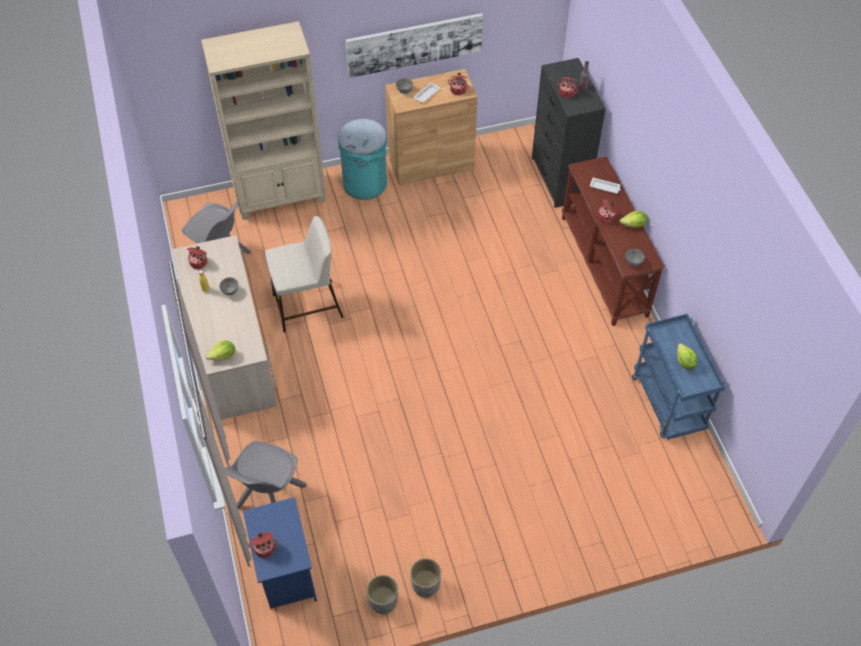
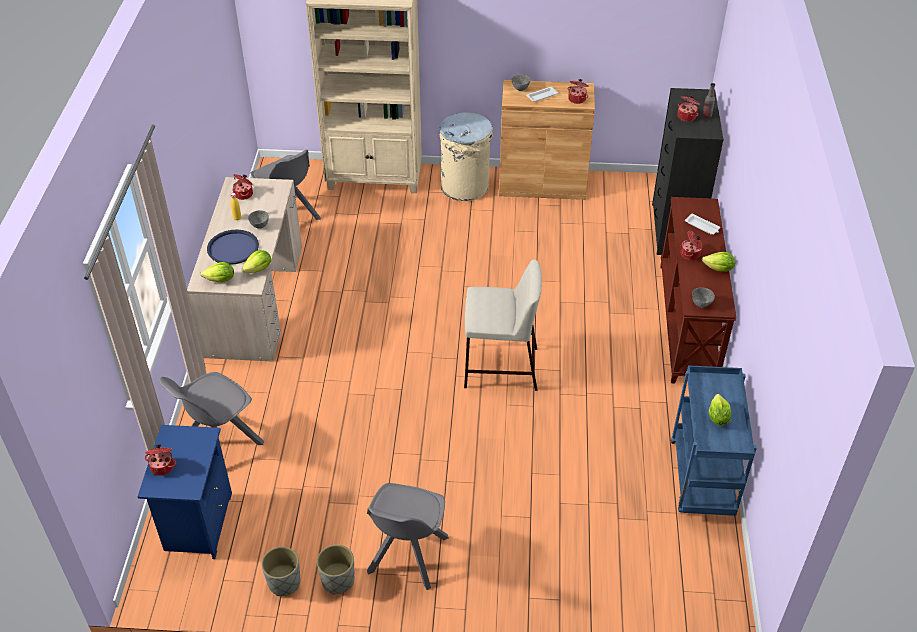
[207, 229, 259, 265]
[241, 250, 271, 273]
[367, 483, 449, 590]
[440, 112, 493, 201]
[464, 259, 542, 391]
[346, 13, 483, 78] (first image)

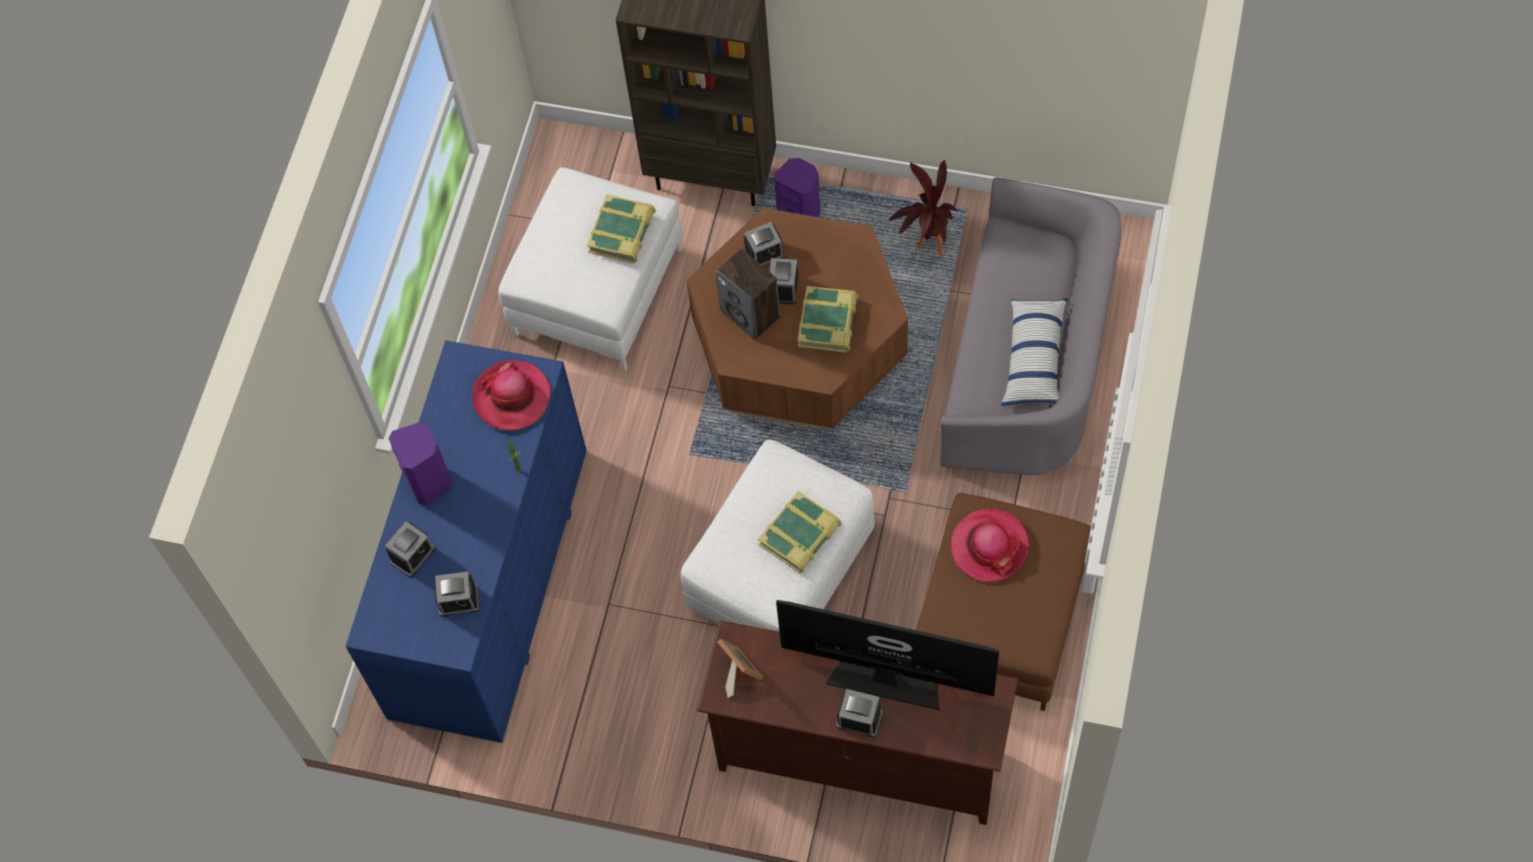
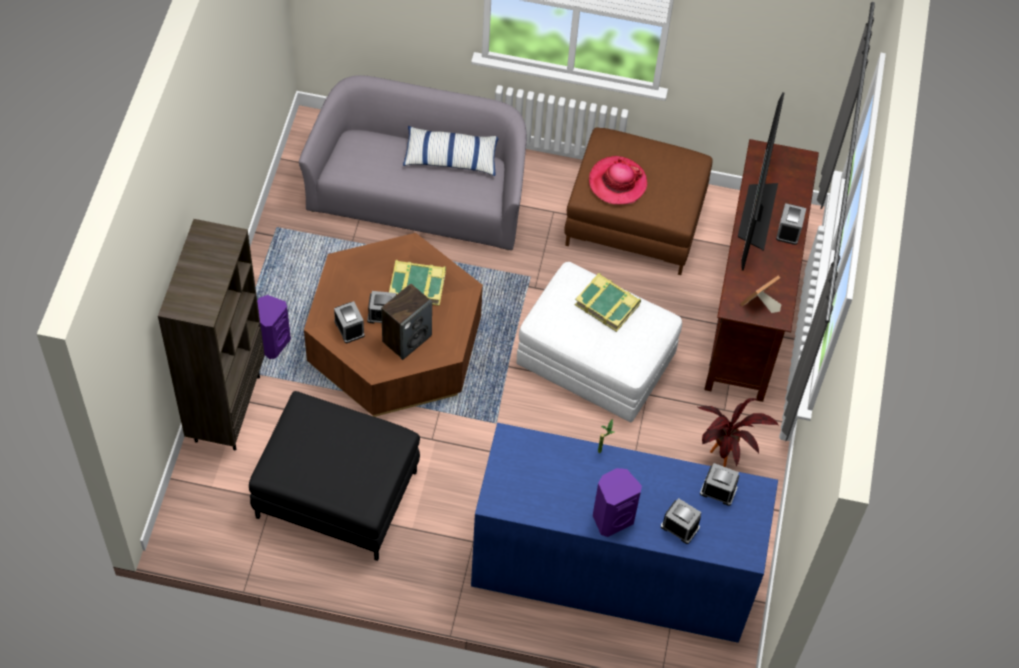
[249, 391, 420, 561]
[698, 398, 778, 467]
[700, 463, 739, 506]
[472, 360, 552, 431] (first image)
[587, 194, 656, 263] (first image)

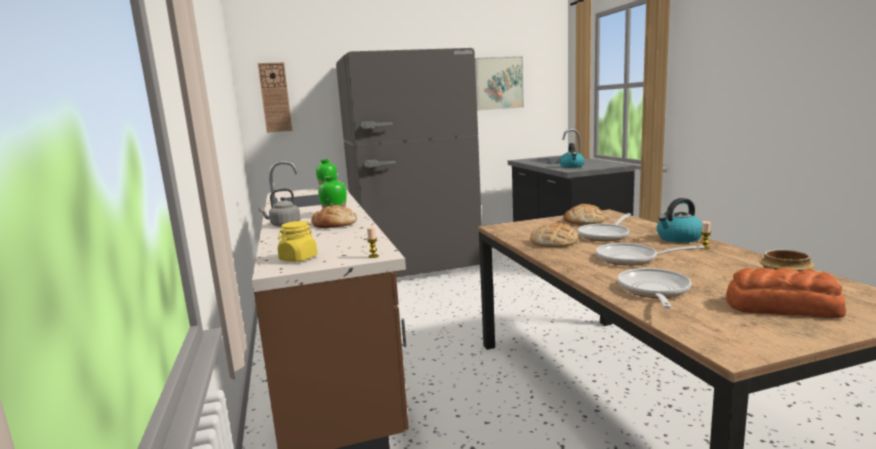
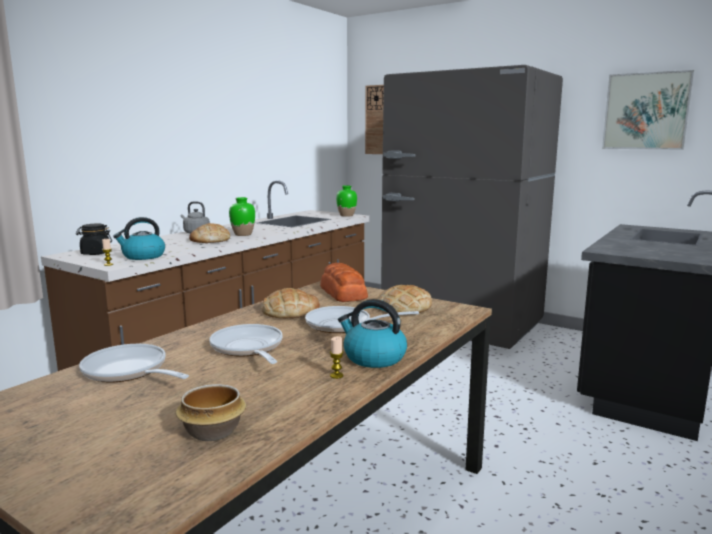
[76, 224, 112, 255]
[79, 344, 189, 383]
[113, 217, 165, 260]
[320, 263, 368, 302]

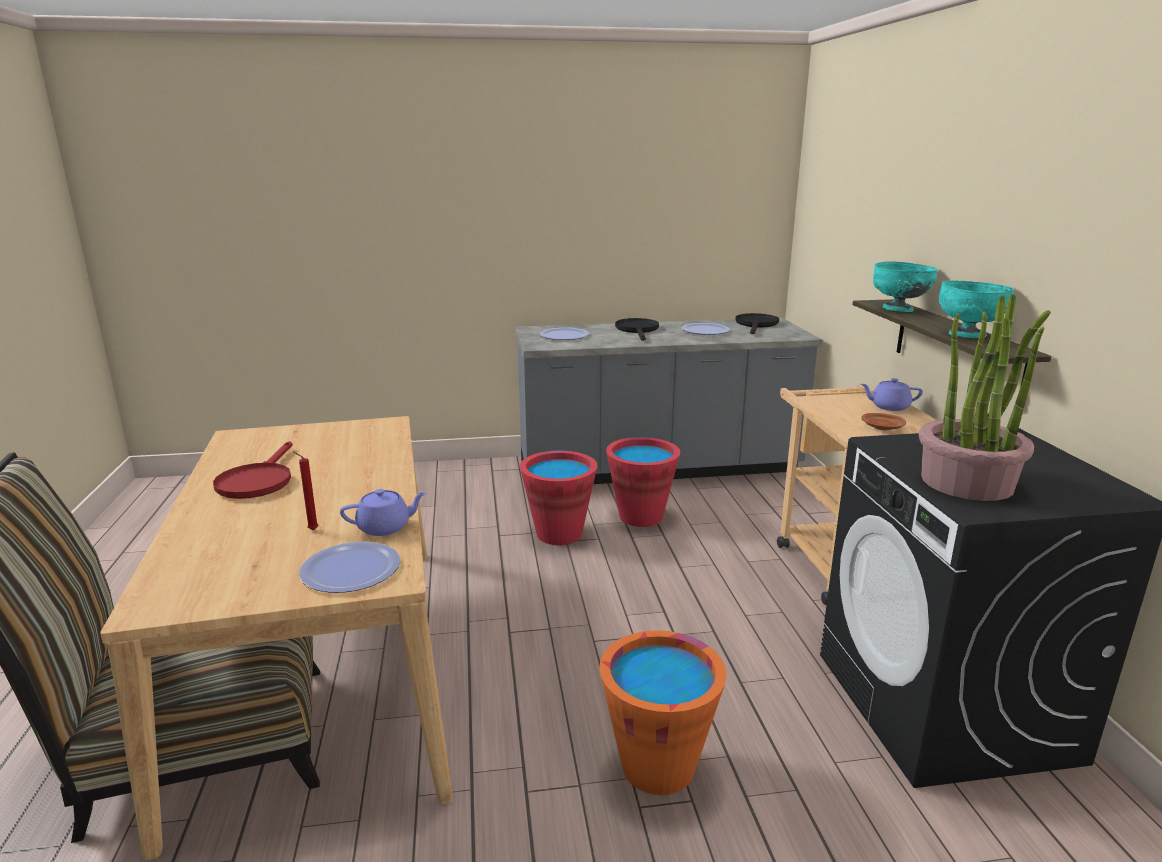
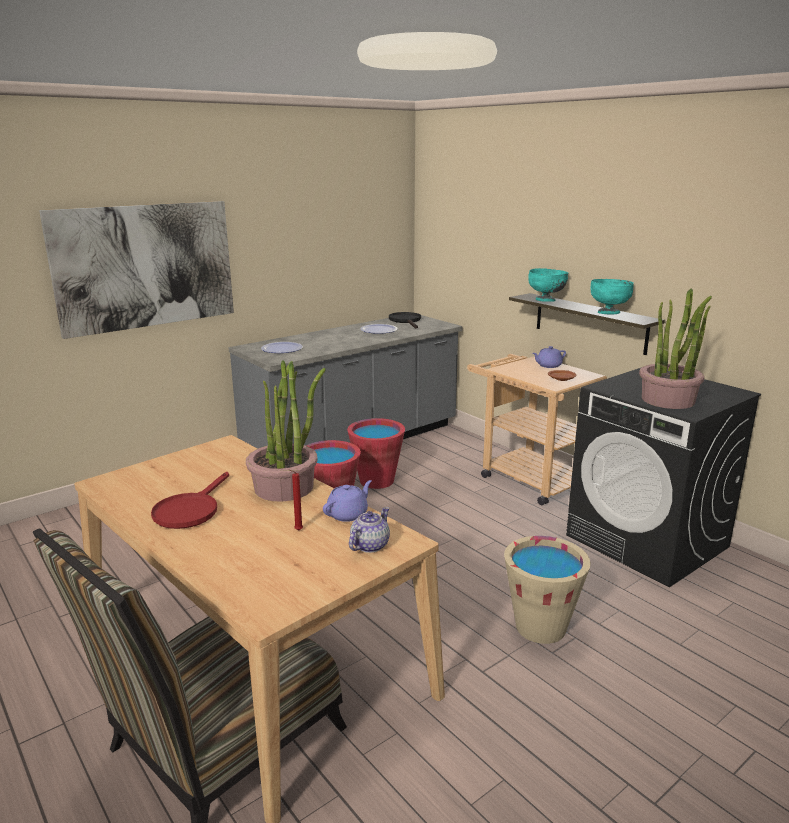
[39, 201, 234, 339]
[151, 472, 229, 529]
[246, 360, 326, 502]
[349, 507, 390, 553]
[504, 536, 591, 644]
[615, 318, 659, 341] (first image)

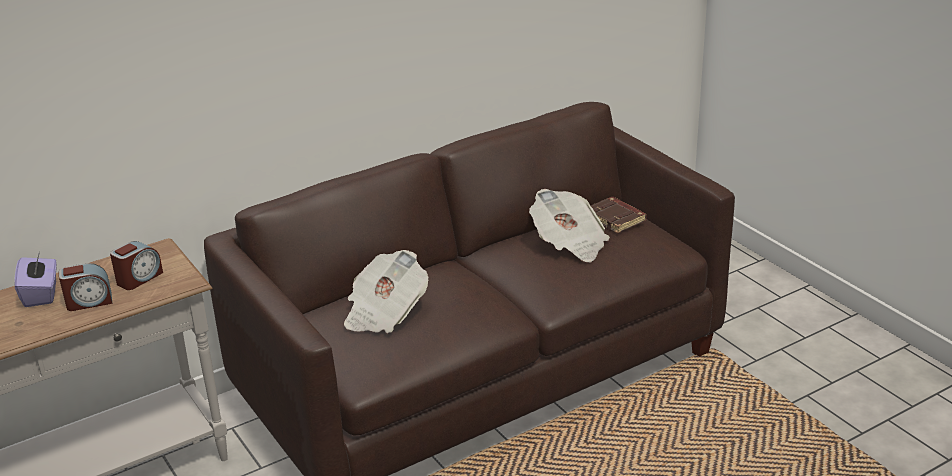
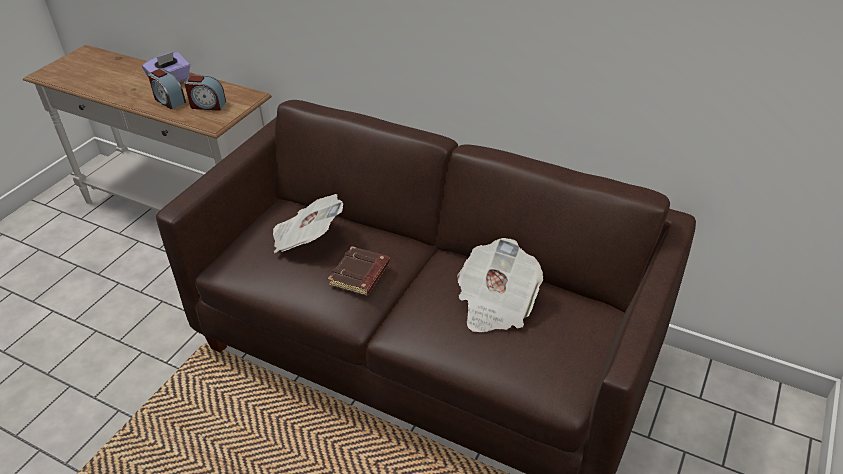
[328, 246, 390, 296]

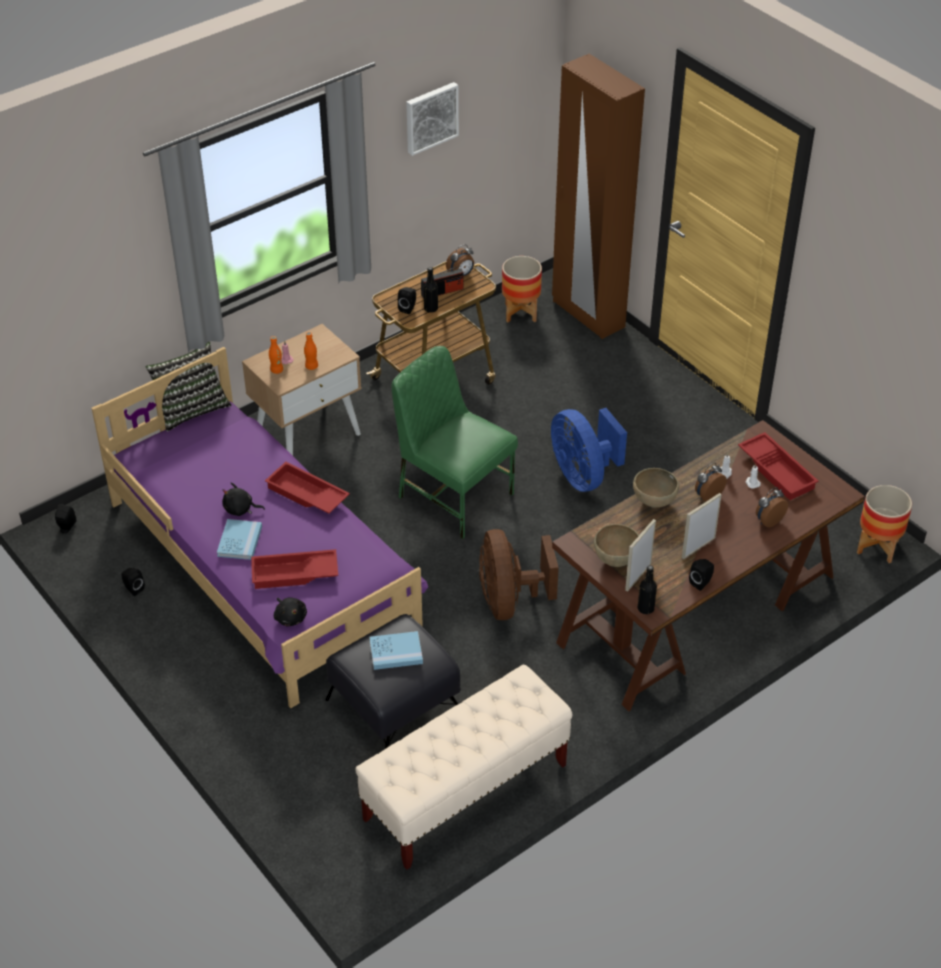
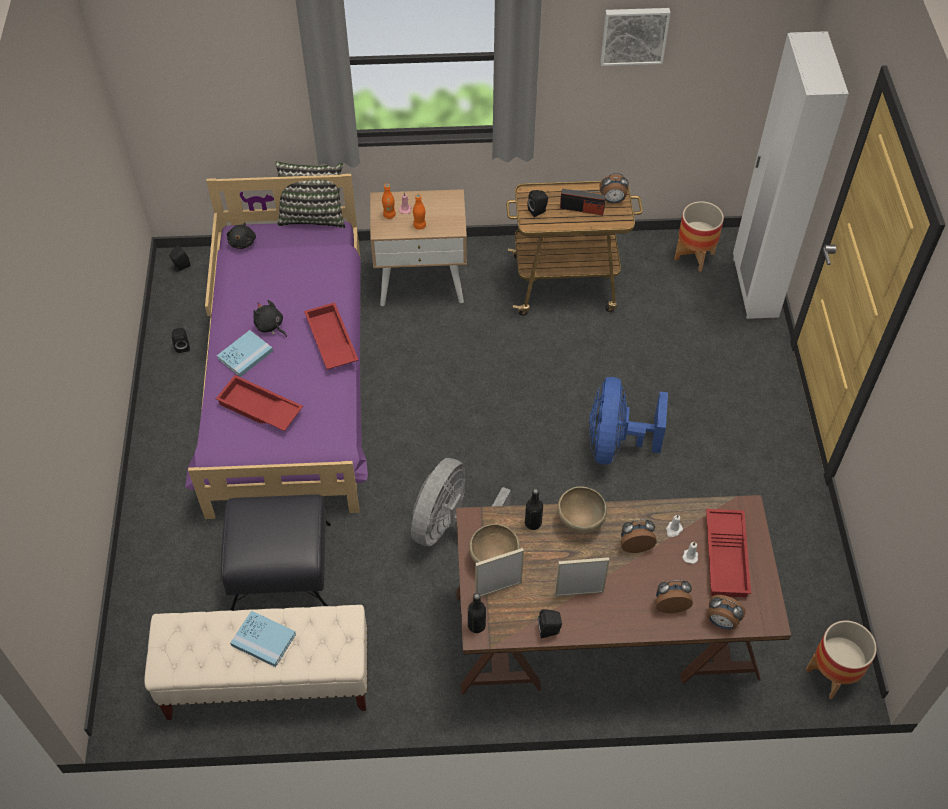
[227, 223, 256, 249]
[230, 611, 296, 667]
[411, 458, 511, 546]
[525, 488, 543, 530]
[707, 595, 746, 630]
[733, 31, 849, 319]
[392, 346, 518, 539] (first image)

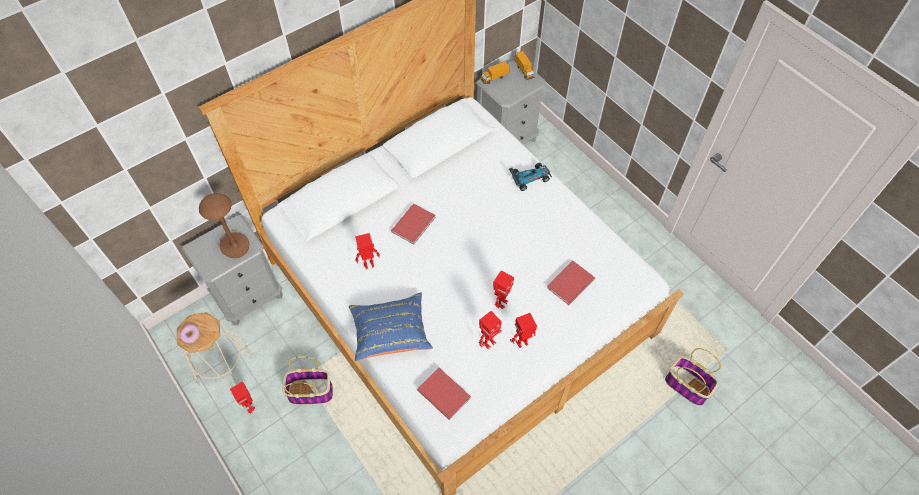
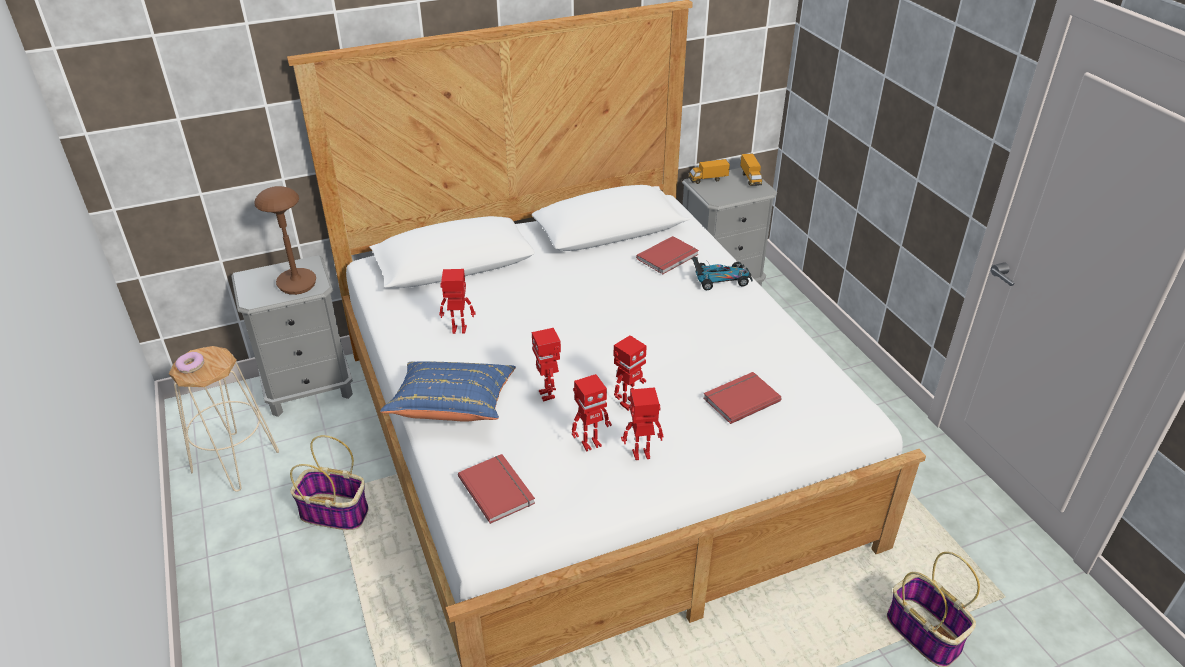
[532, 328, 561, 402]
[636, 236, 699, 274]

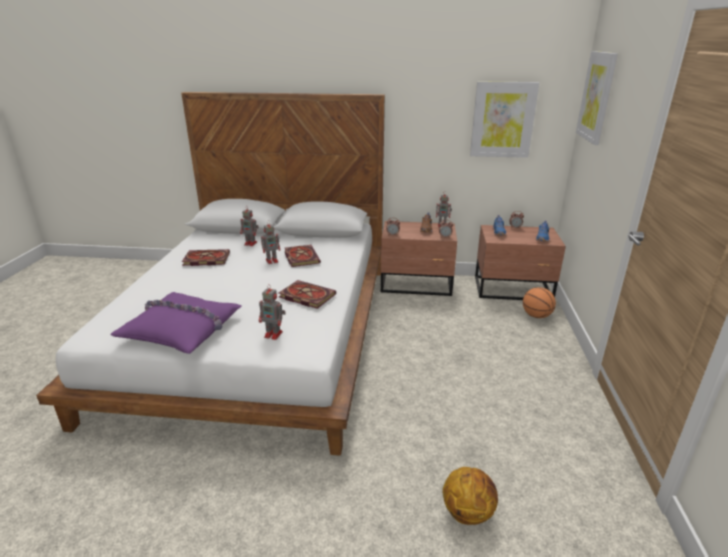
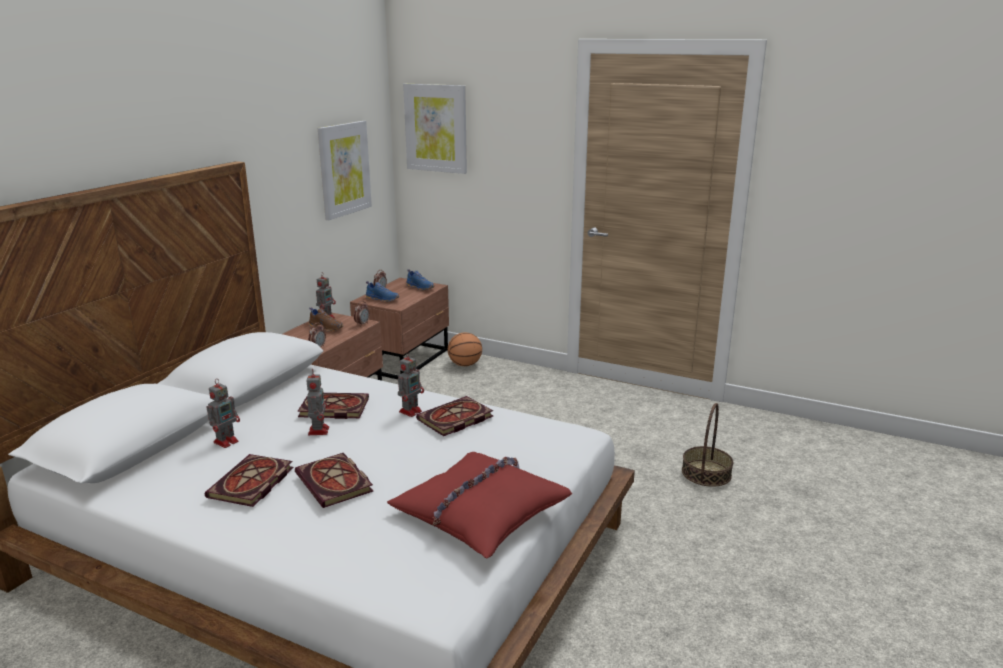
[295, 453, 373, 508]
[387, 452, 572, 558]
[398, 352, 424, 417]
[682, 403, 734, 487]

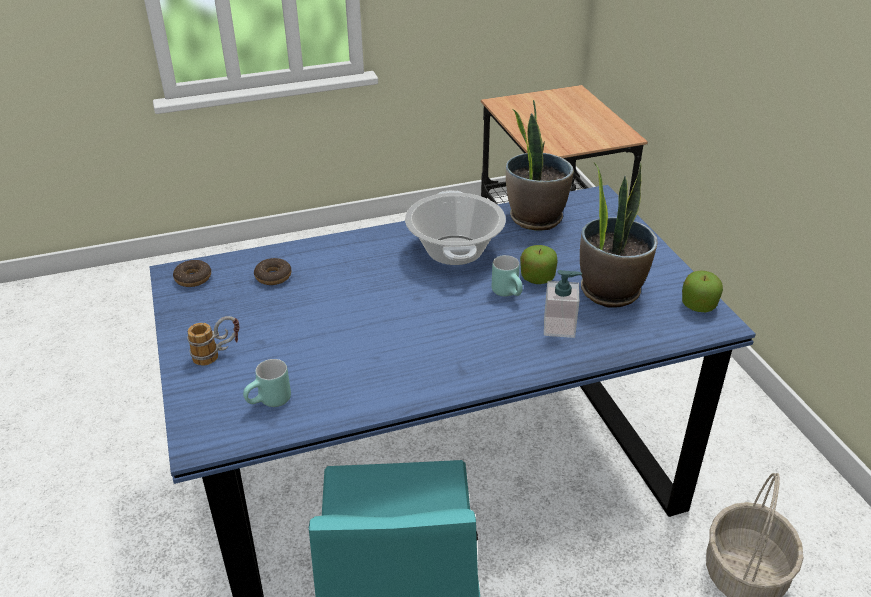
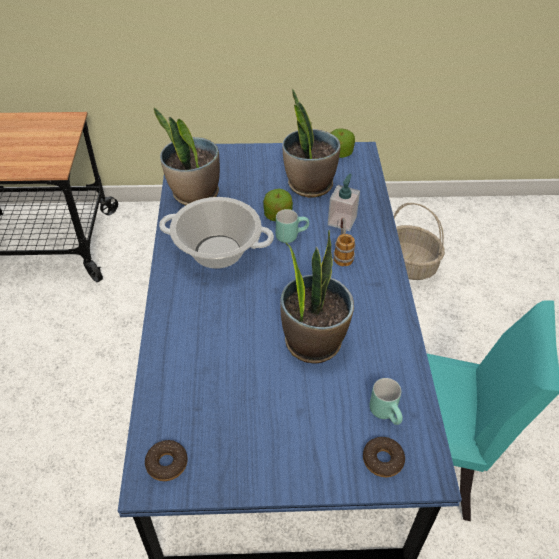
[280, 230, 354, 364]
[333, 218, 355, 266]
[363, 437, 405, 477]

